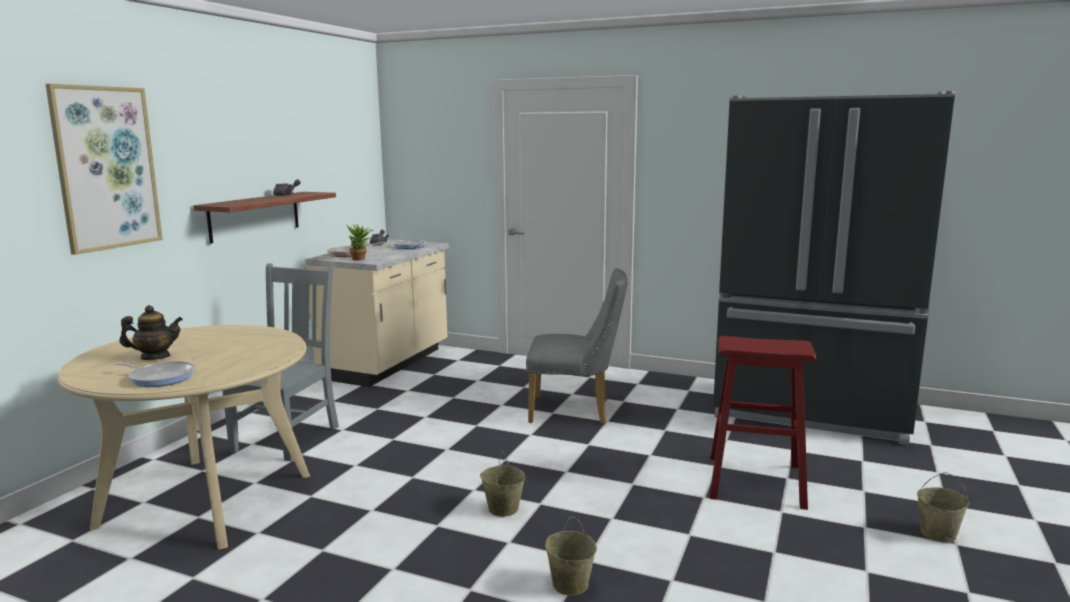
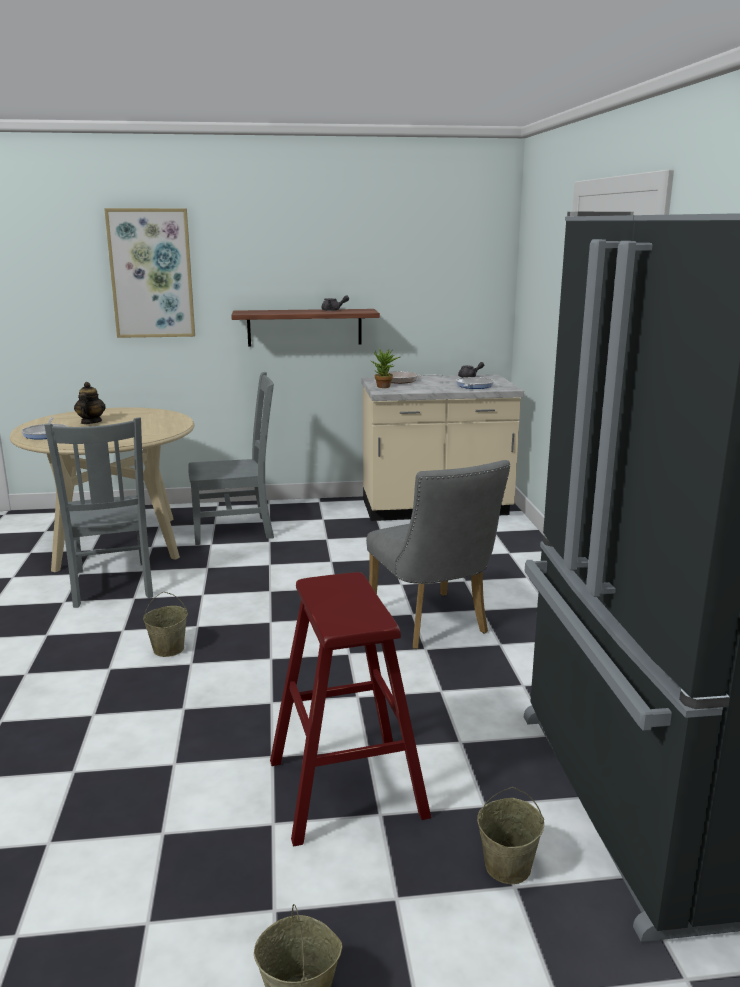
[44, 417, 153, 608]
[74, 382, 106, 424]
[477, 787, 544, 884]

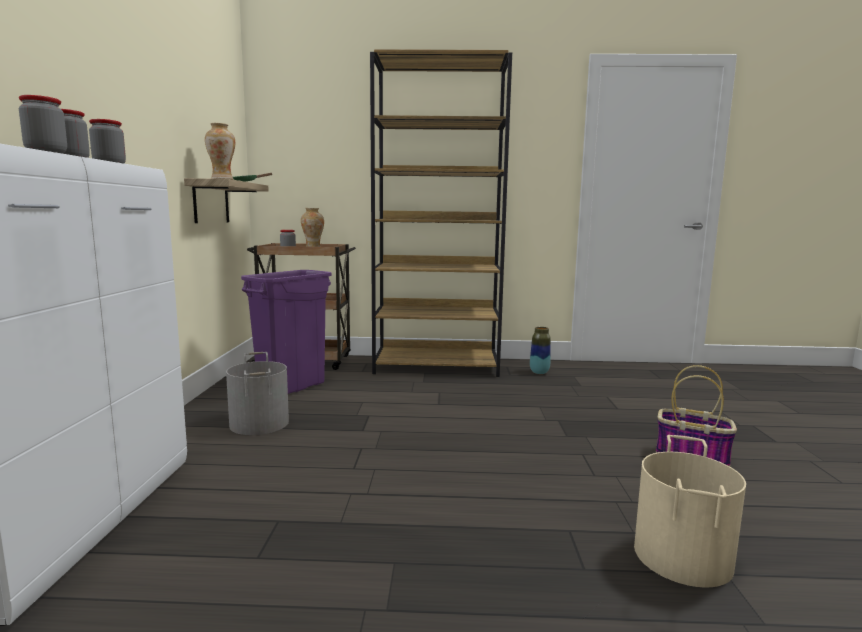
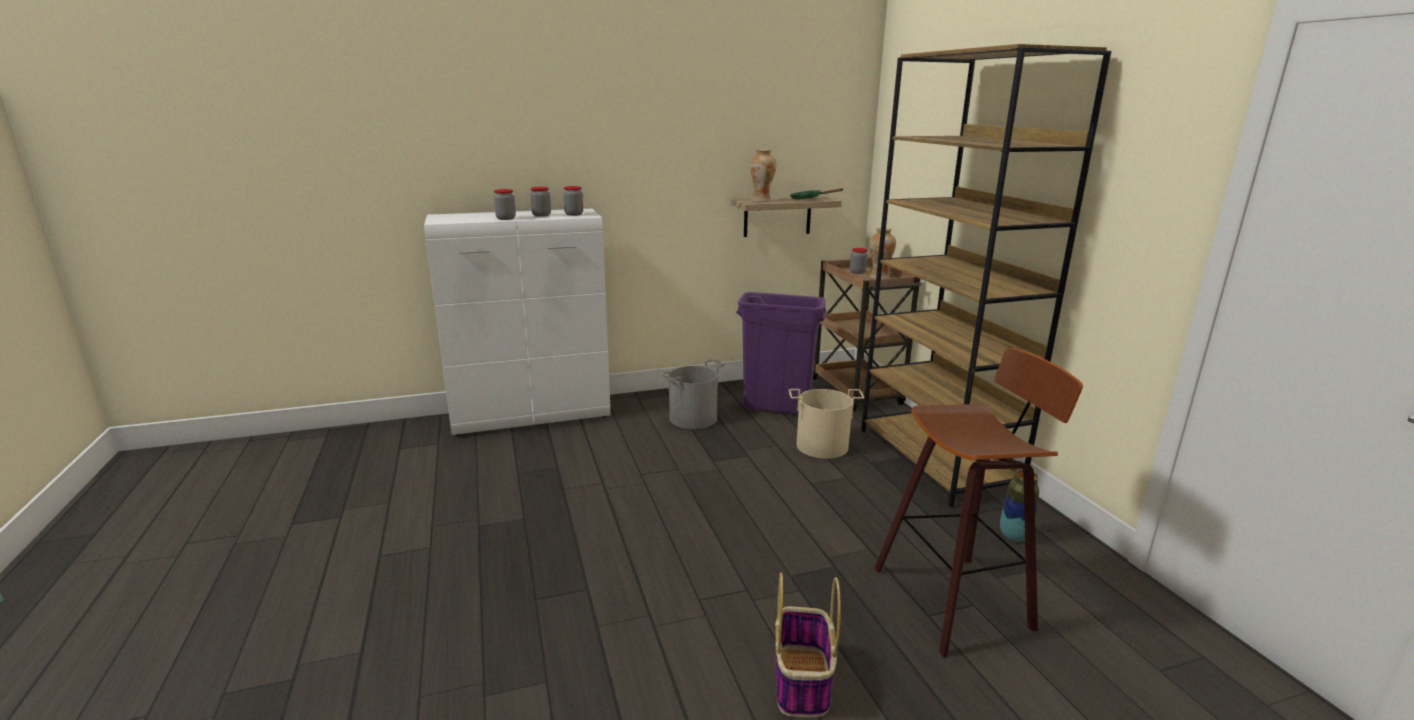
[789, 389, 864, 459]
[874, 348, 1083, 658]

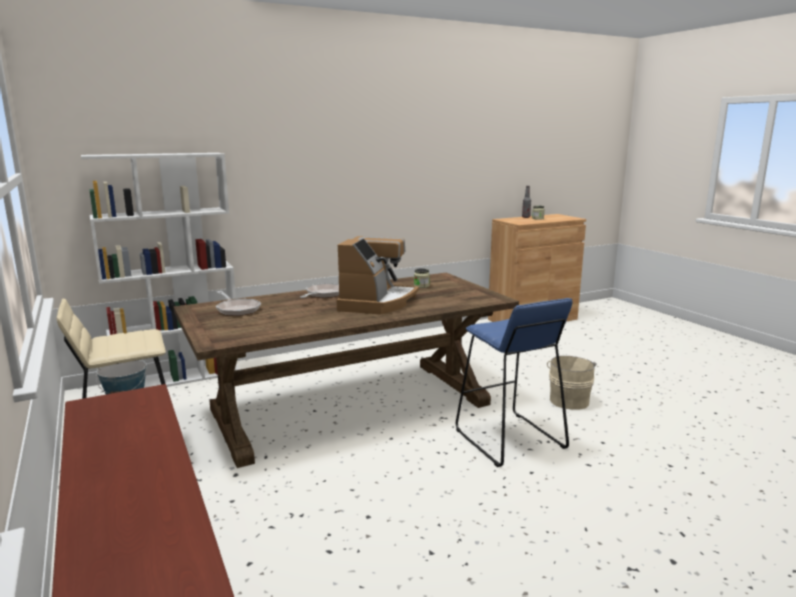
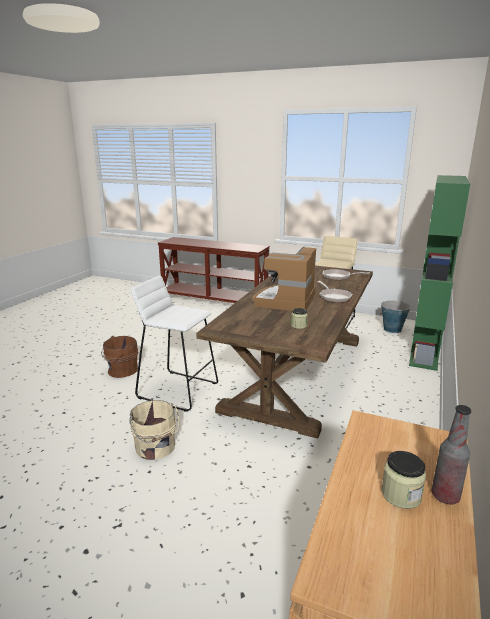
[101, 336, 138, 378]
[131, 275, 218, 412]
[252, 246, 316, 311]
[409, 175, 470, 371]

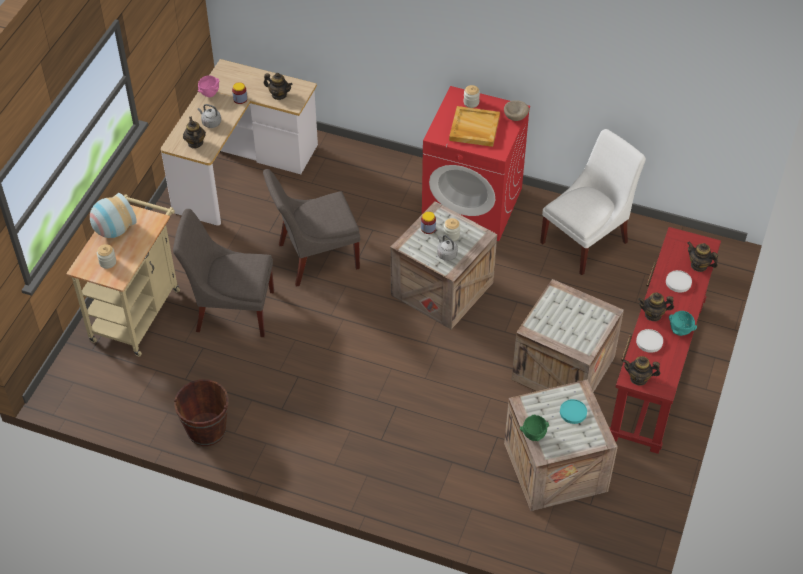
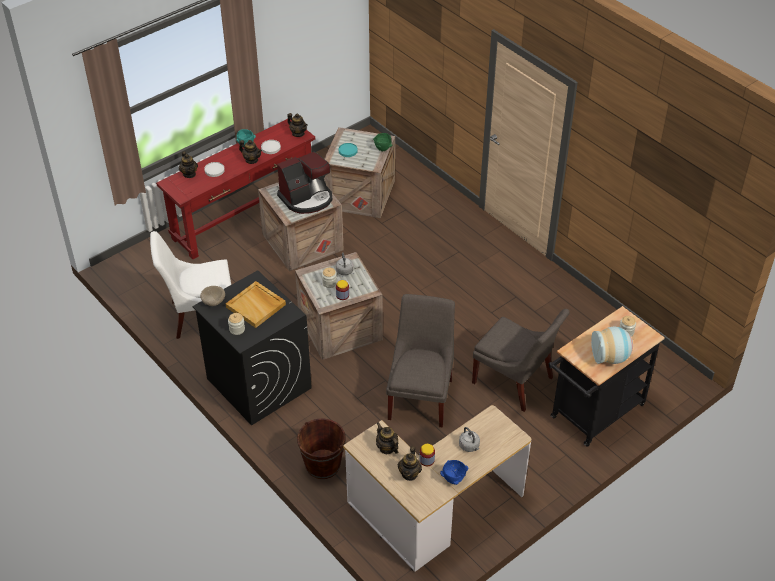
[193, 270, 312, 426]
[277, 152, 332, 214]
[297, 418, 346, 479]
[386, 294, 455, 428]
[398, 446, 422, 481]
[440, 460, 468, 485]
[549, 306, 665, 447]

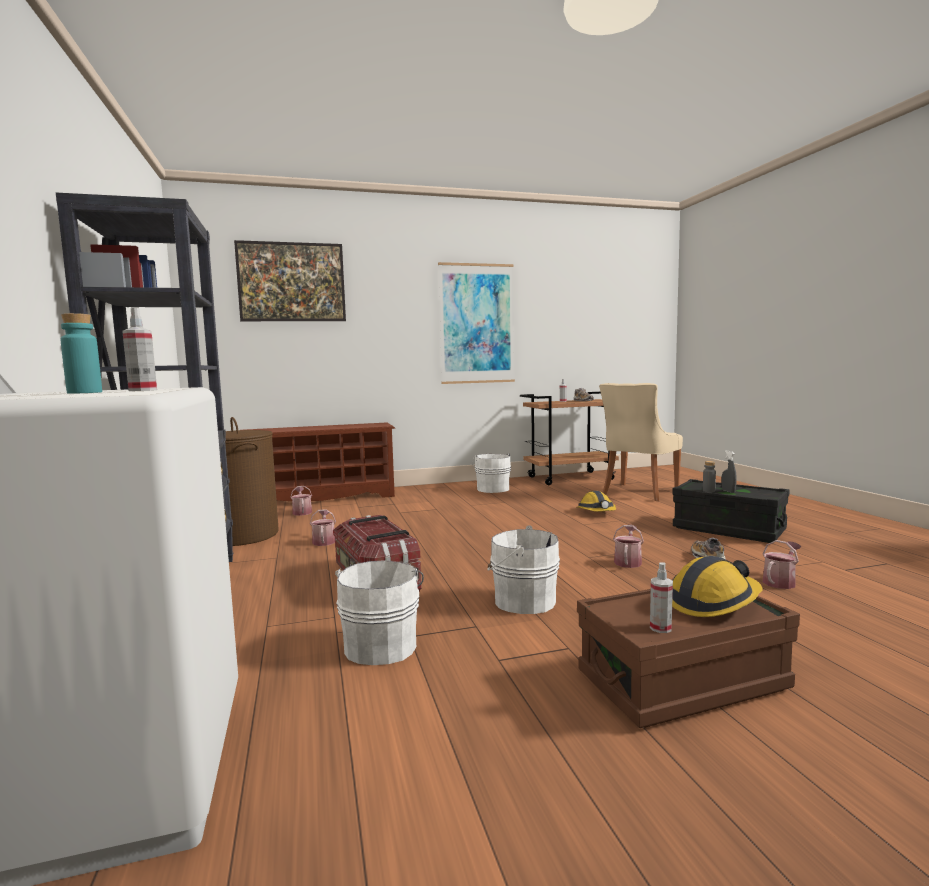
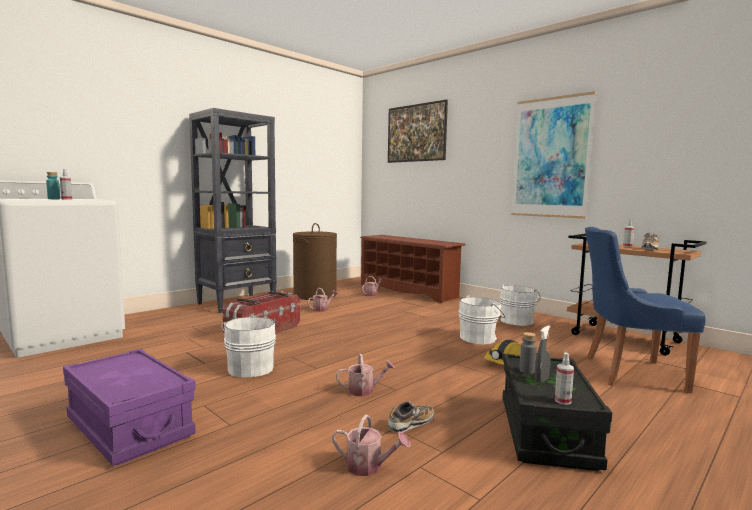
[63, 349, 196, 466]
[459, 295, 505, 344]
[555, 353, 574, 405]
[585, 227, 706, 393]
[672, 556, 763, 617] (first image)

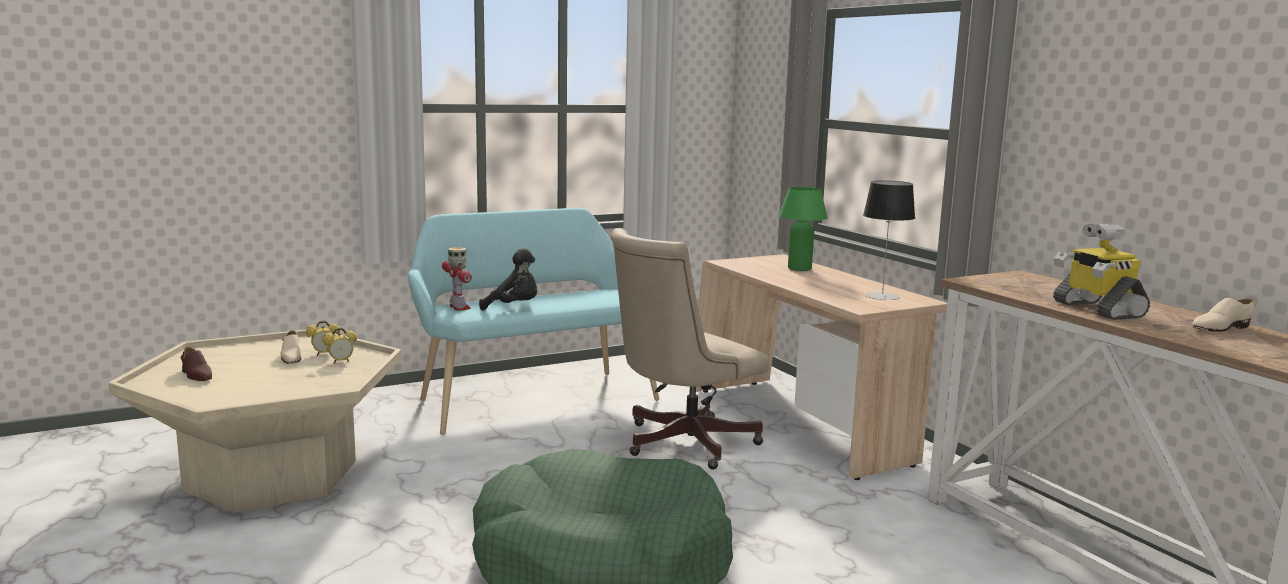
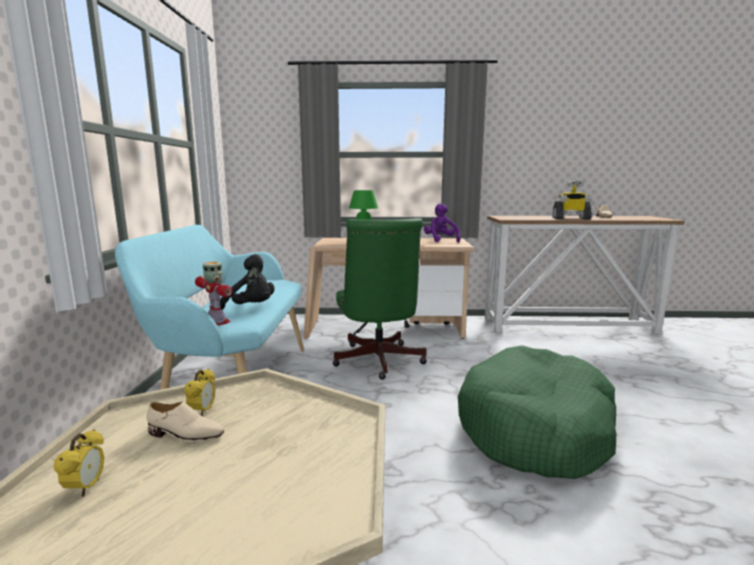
[54, 430, 104, 497]
[195, 262, 233, 325]
[220, 254, 275, 310]
[333, 218, 427, 380]
[424, 203, 461, 243]
[181, 347, 212, 381] (first image)

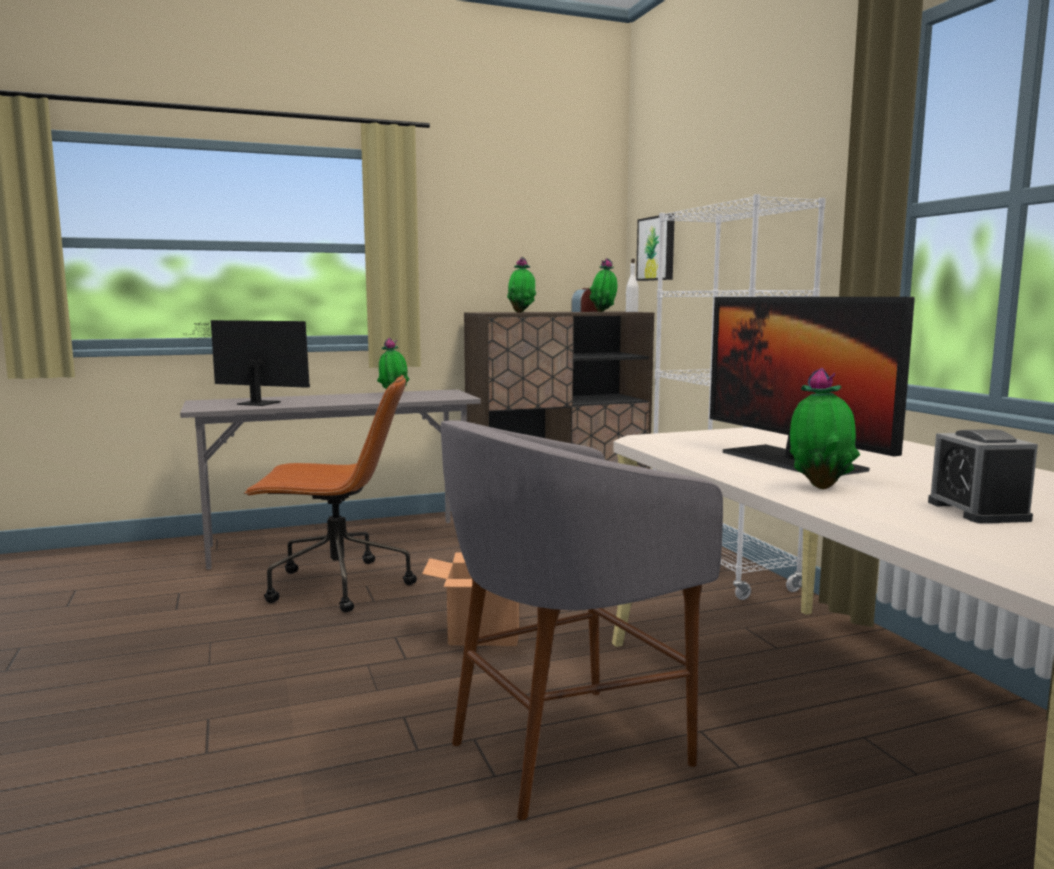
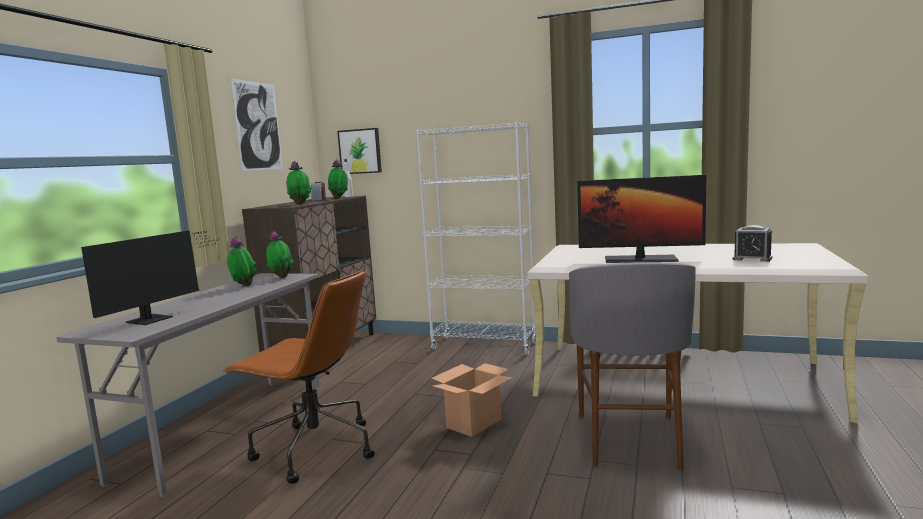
[81, 230, 220, 325]
[223, 269, 375, 484]
[230, 78, 283, 171]
[266, 230, 294, 278]

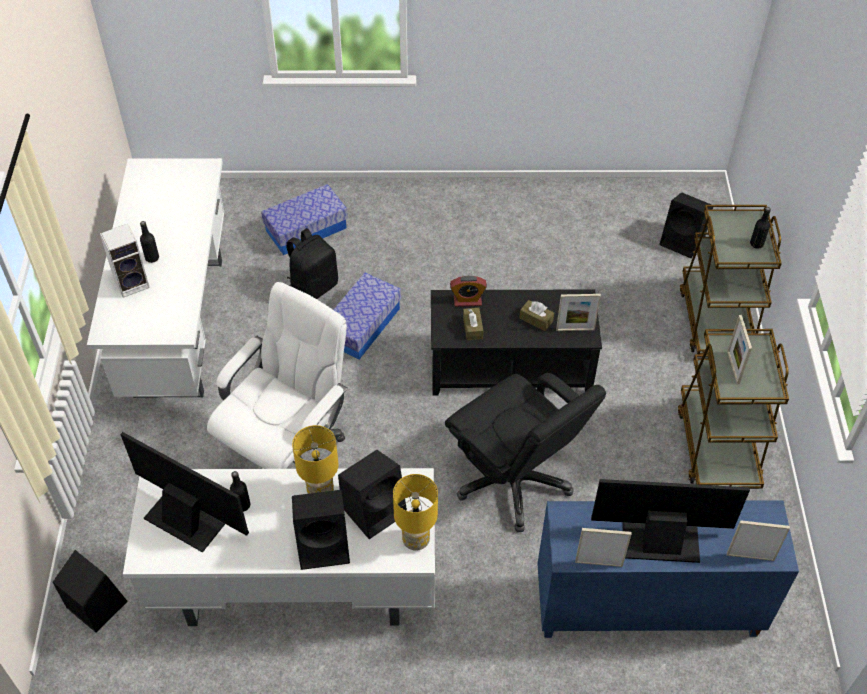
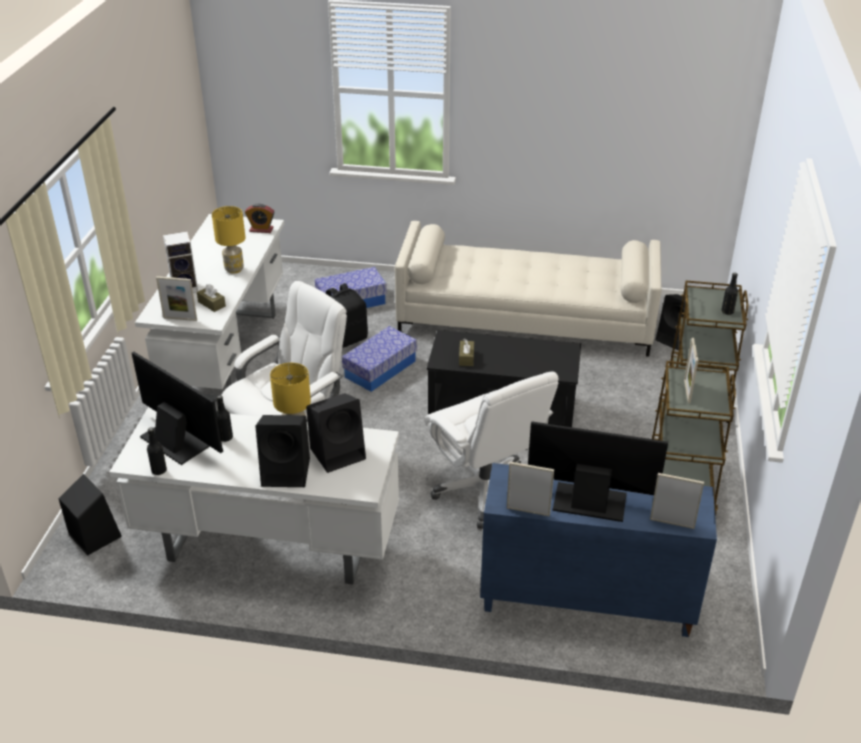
[147, 427, 167, 475]
[156, 276, 197, 321]
[197, 284, 226, 312]
[212, 206, 246, 274]
[245, 204, 275, 233]
[395, 221, 662, 357]
[425, 372, 559, 529]

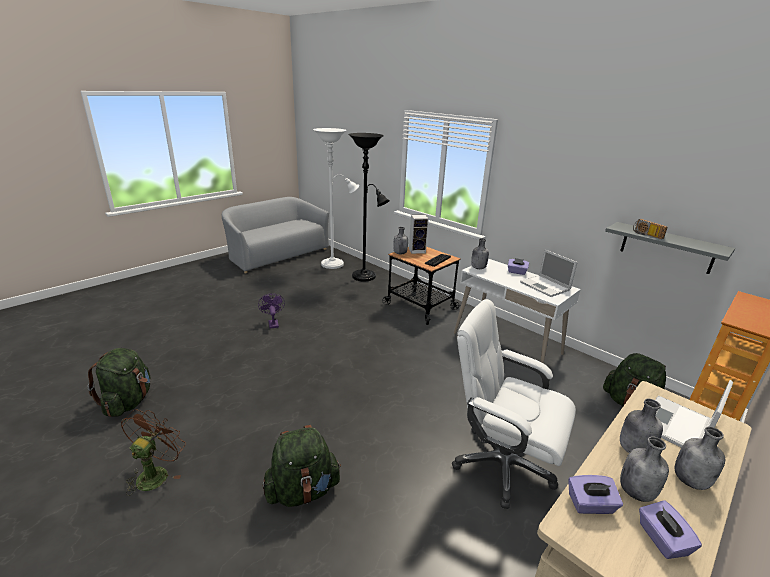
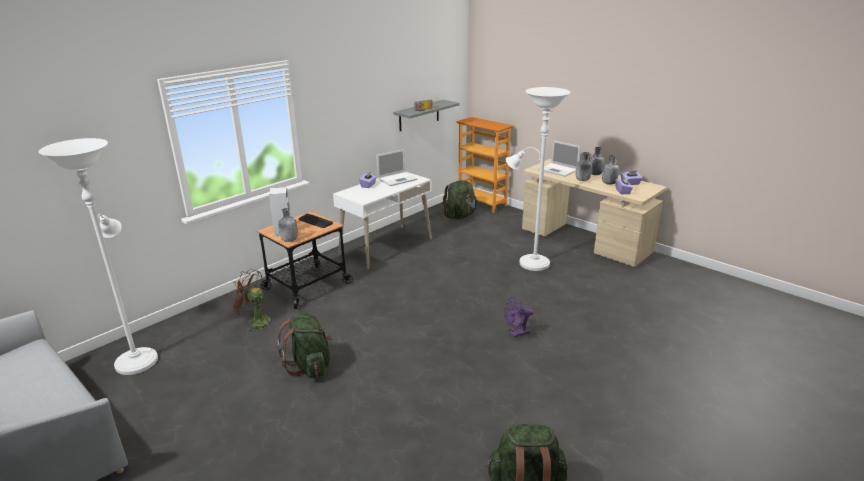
[228, 269, 272, 332]
[277, 313, 332, 378]
[504, 297, 534, 337]
[506, 87, 570, 271]
[348, 133, 390, 282] (first image)
[471, 238, 489, 269] (first image)

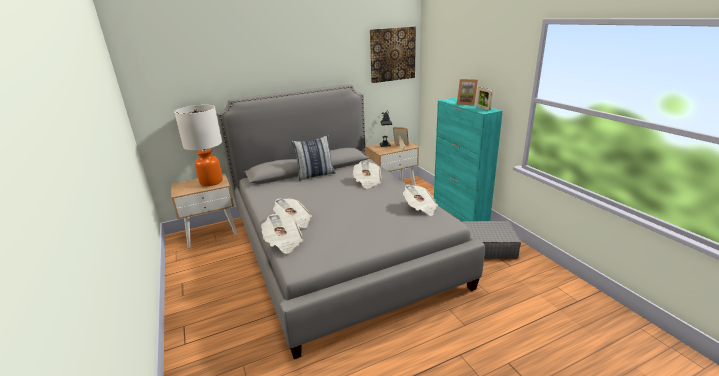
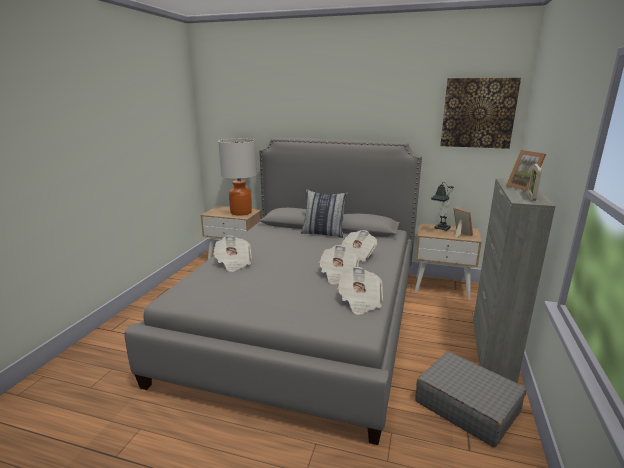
[319, 245, 359, 284]
[473, 178, 556, 383]

